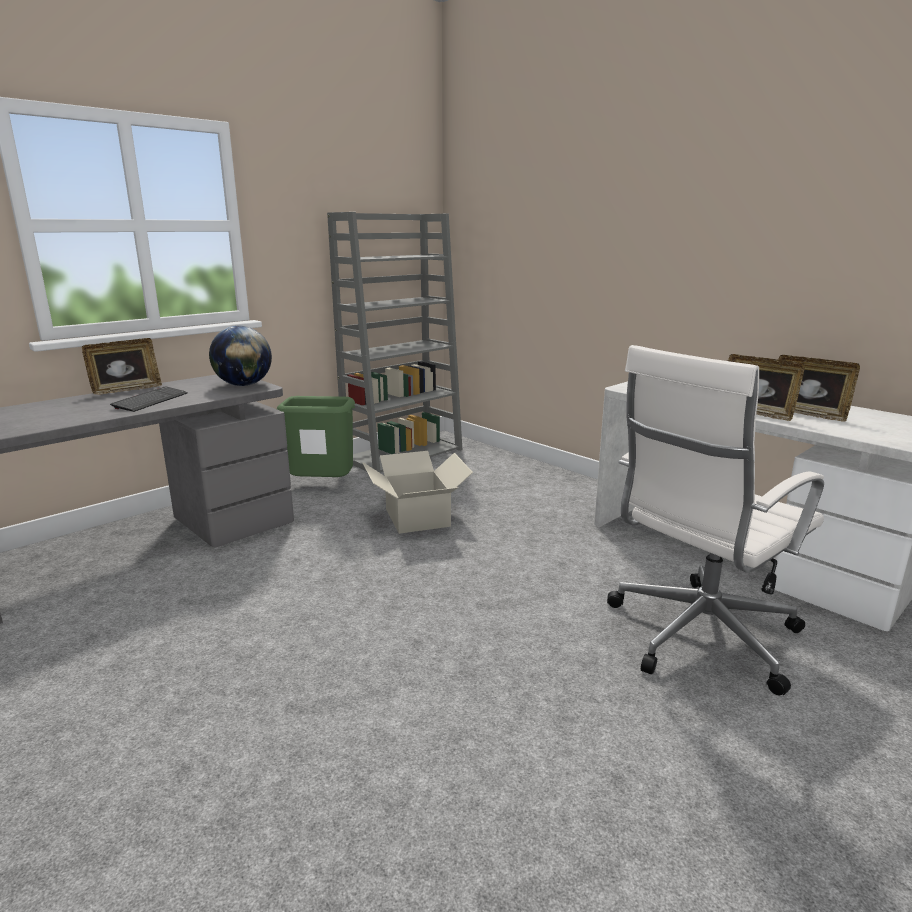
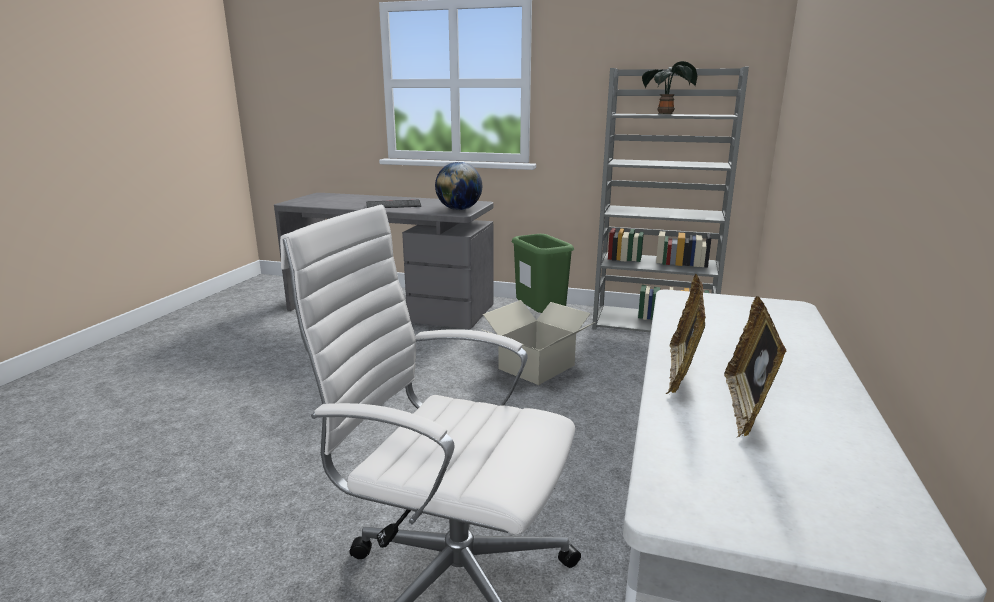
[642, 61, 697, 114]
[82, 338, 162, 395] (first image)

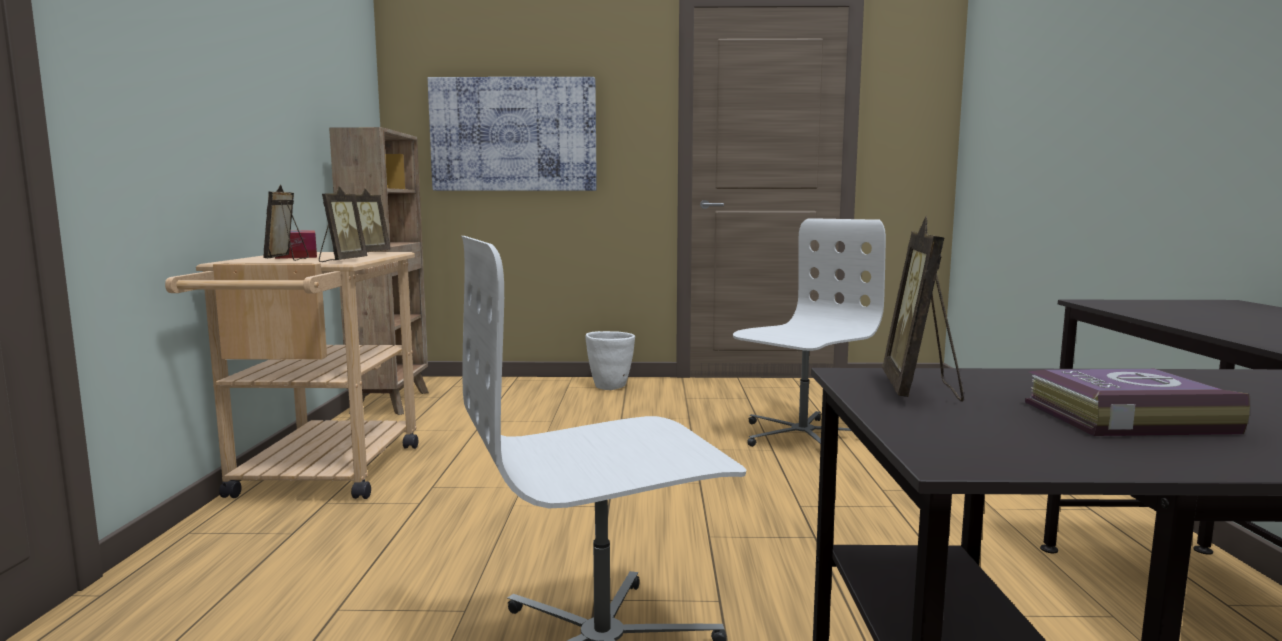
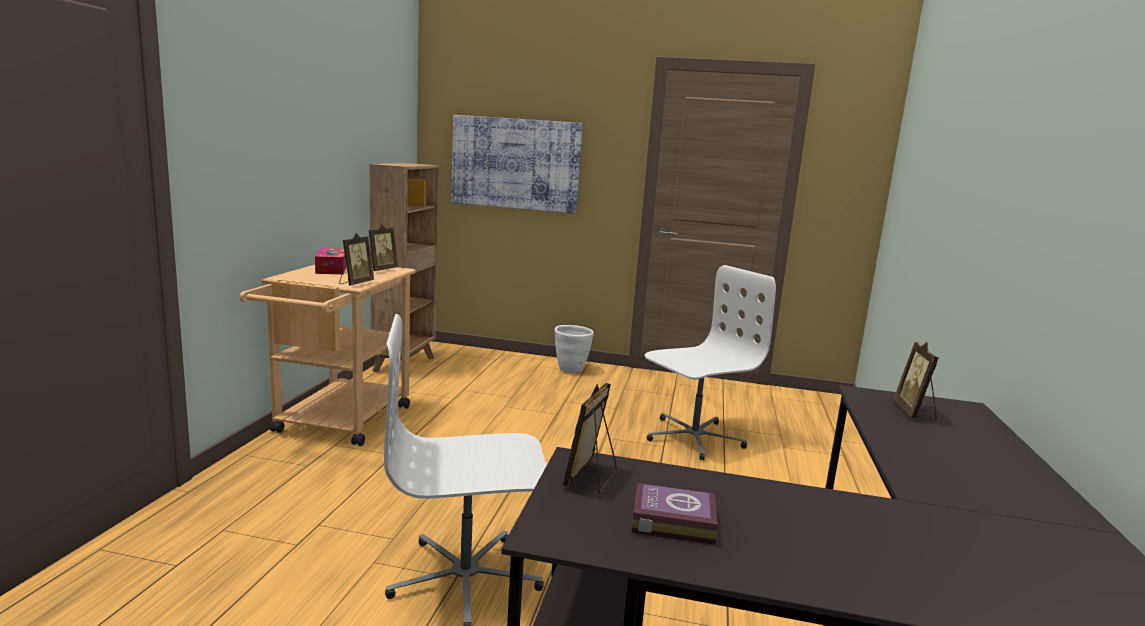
[894, 342, 938, 420]

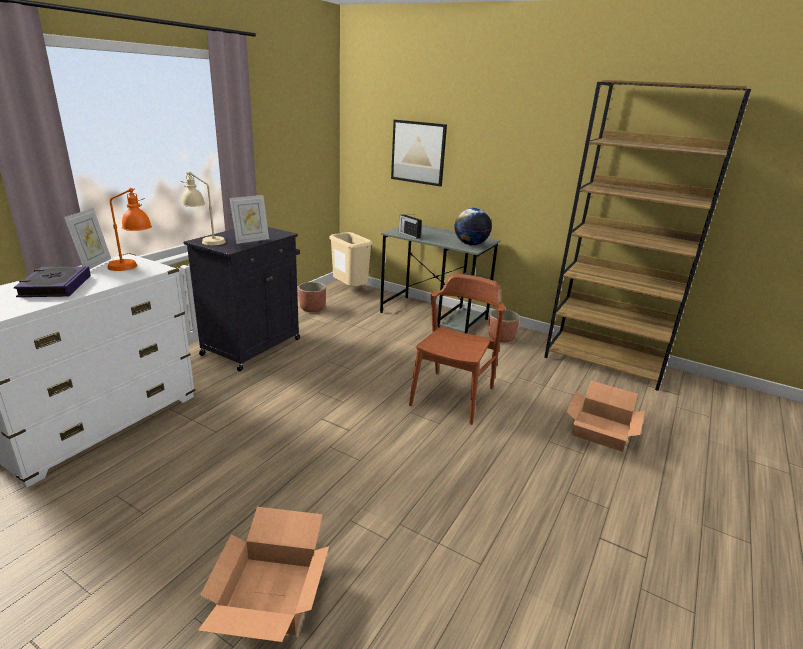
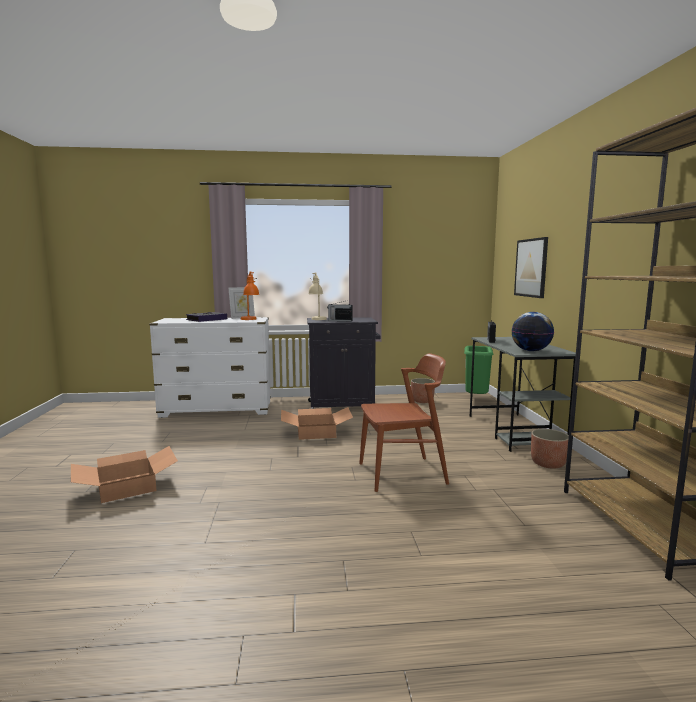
[281, 407, 353, 440]
[327, 300, 353, 321]
[464, 346, 494, 394]

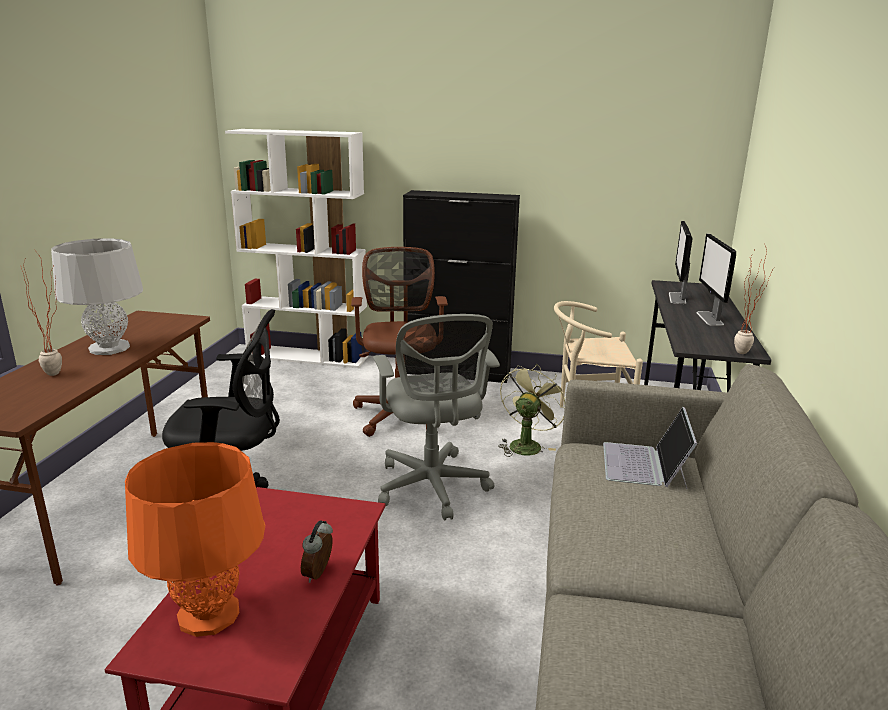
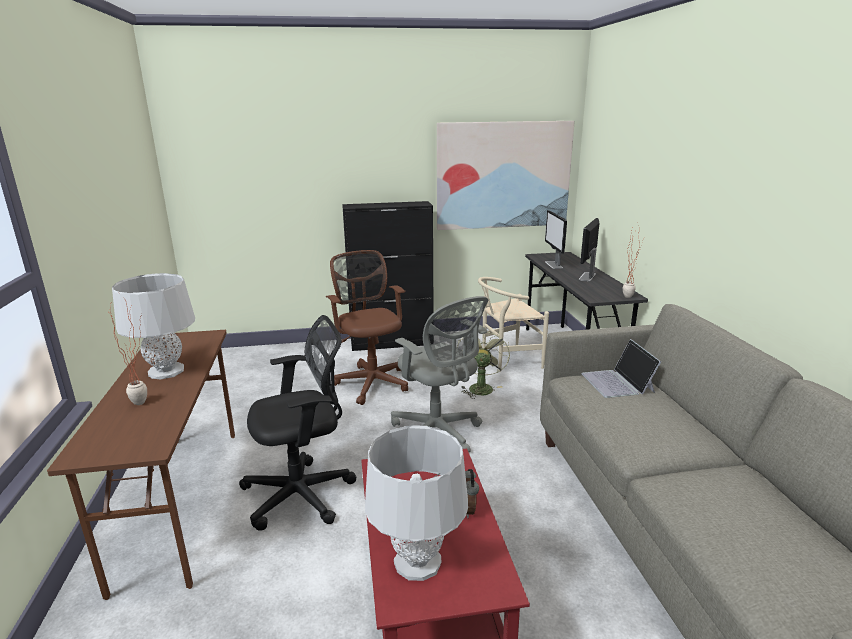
[365, 425, 468, 581]
[437, 121, 575, 230]
[579, 218, 599, 281]
[225, 129, 368, 368] (first image)

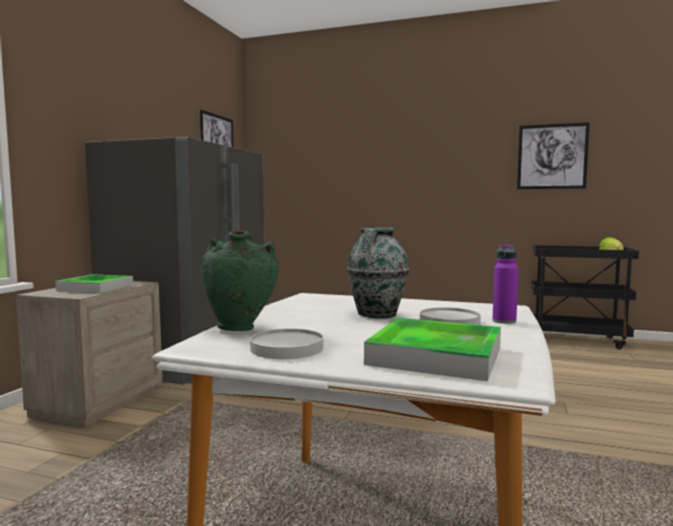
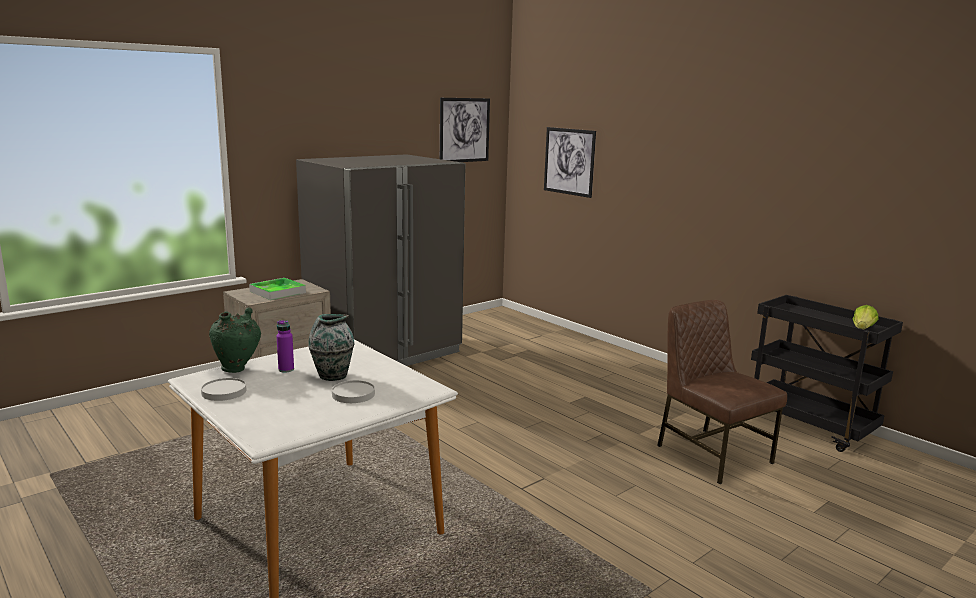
[277, 320, 294, 373]
[544, 127, 596, 198]
[657, 300, 787, 484]
[364, 318, 501, 381] (first image)

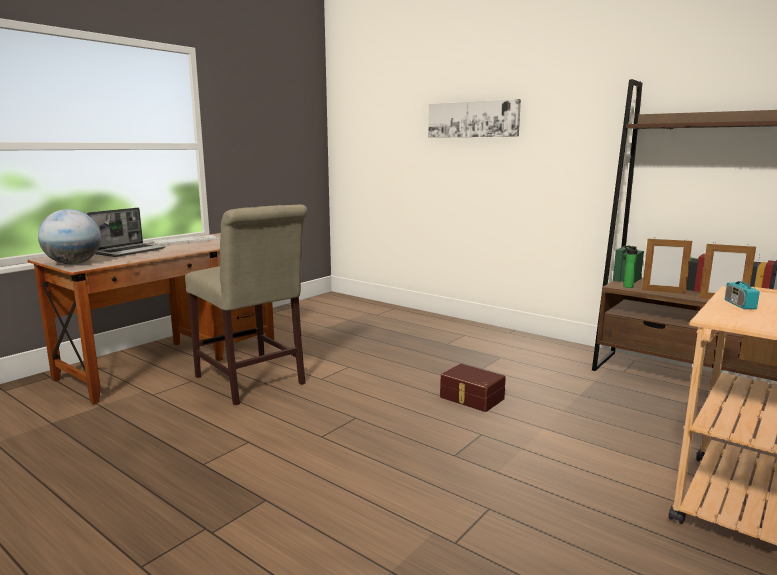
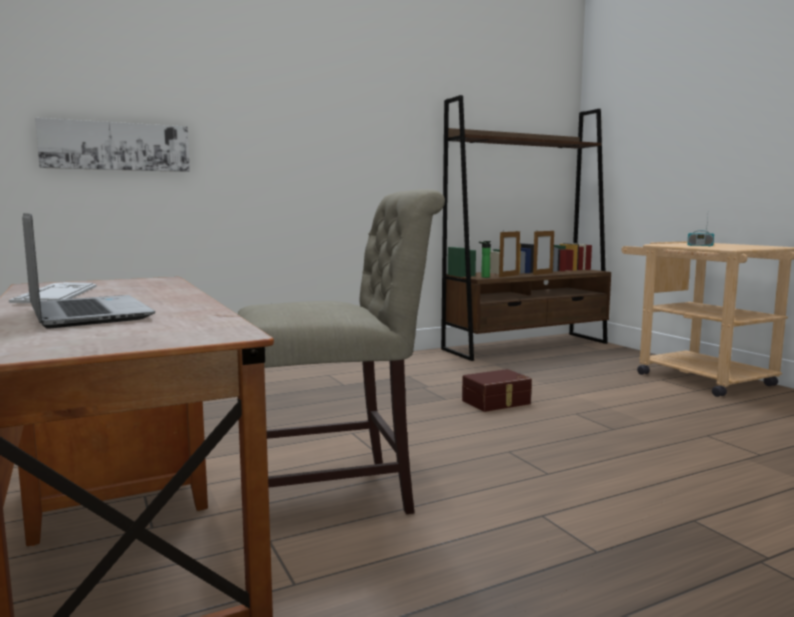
[35, 118, 190, 172]
[38, 209, 101, 264] (first image)

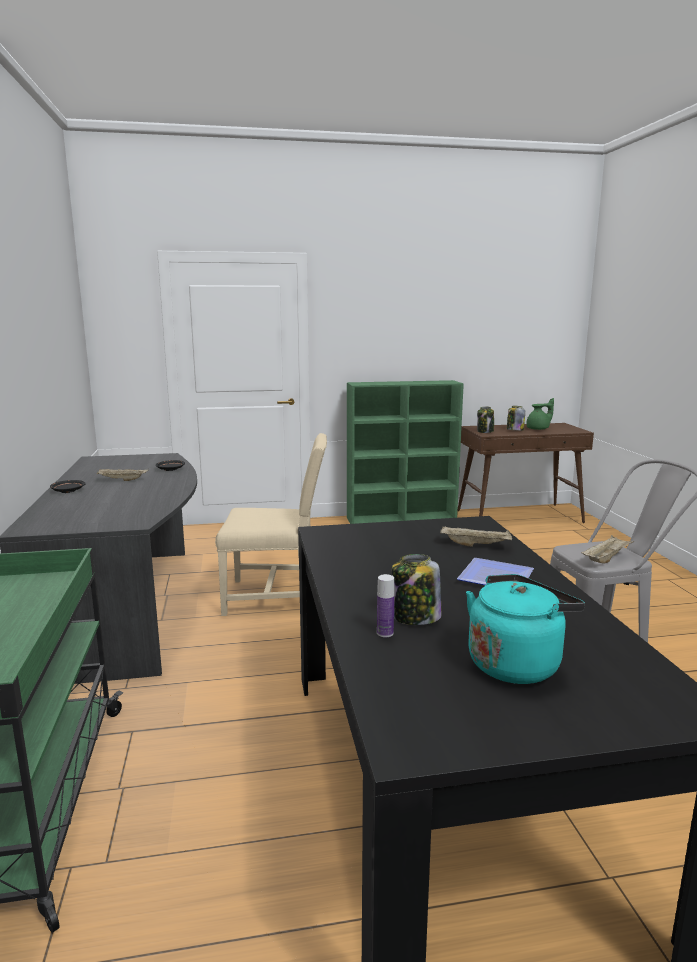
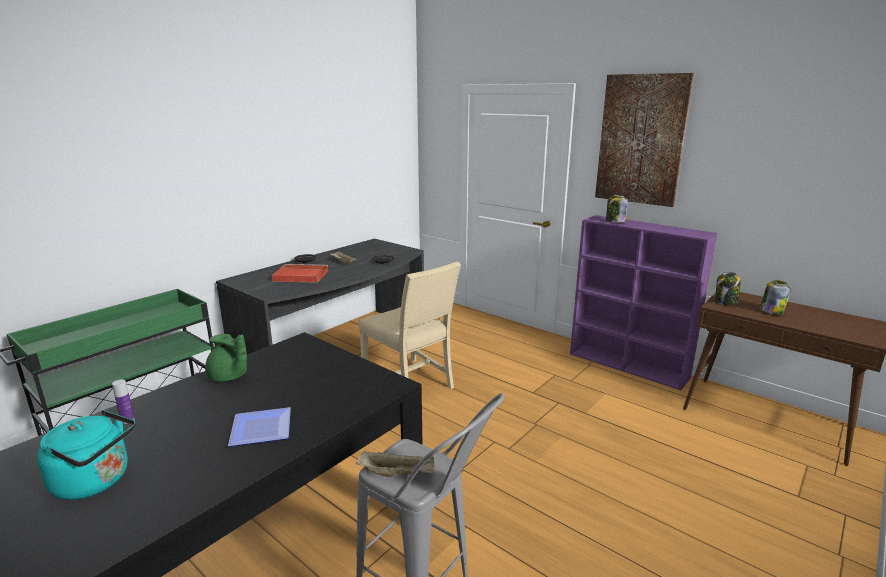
[205, 334, 247, 382]
[272, 264, 328, 283]
[570, 215, 717, 390]
[595, 73, 694, 207]
[606, 195, 628, 223]
[440, 526, 512, 547] (first image)

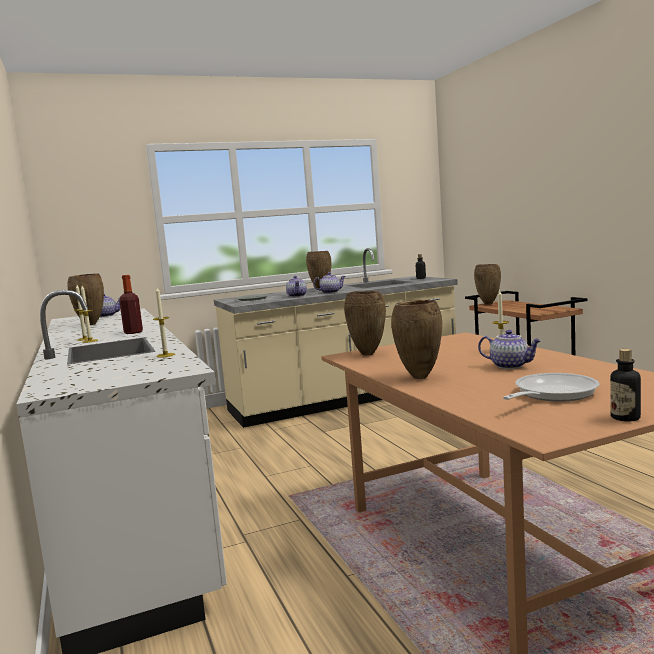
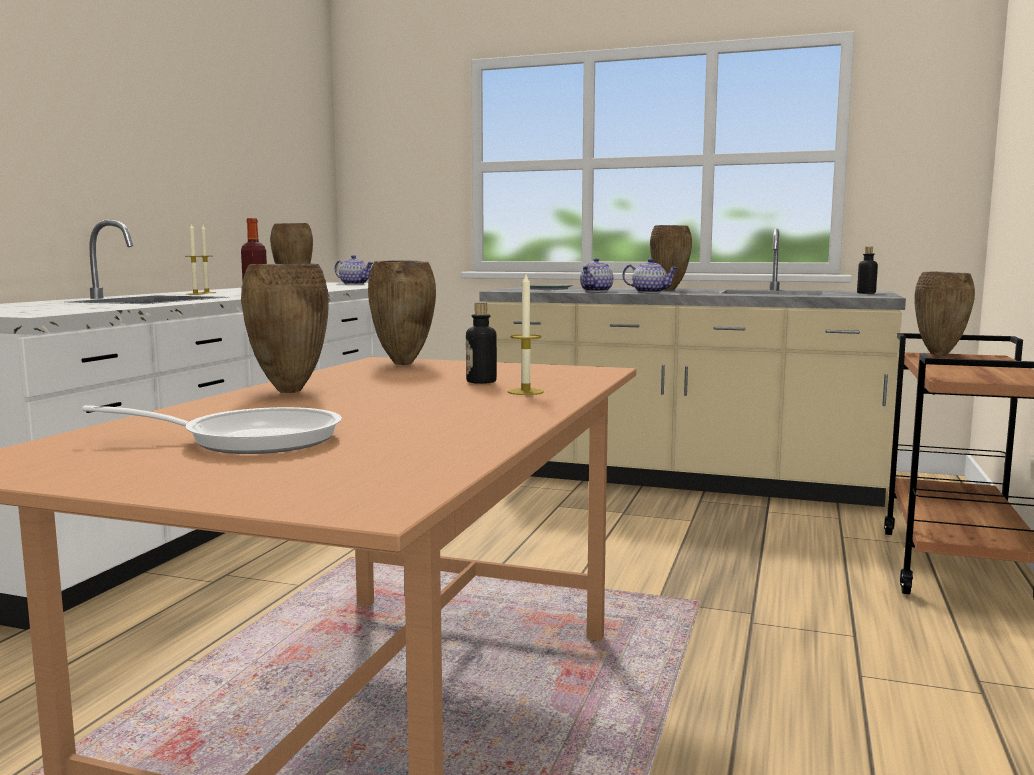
[466, 302, 497, 384]
[153, 287, 175, 358] (first image)
[478, 330, 542, 369] (first image)

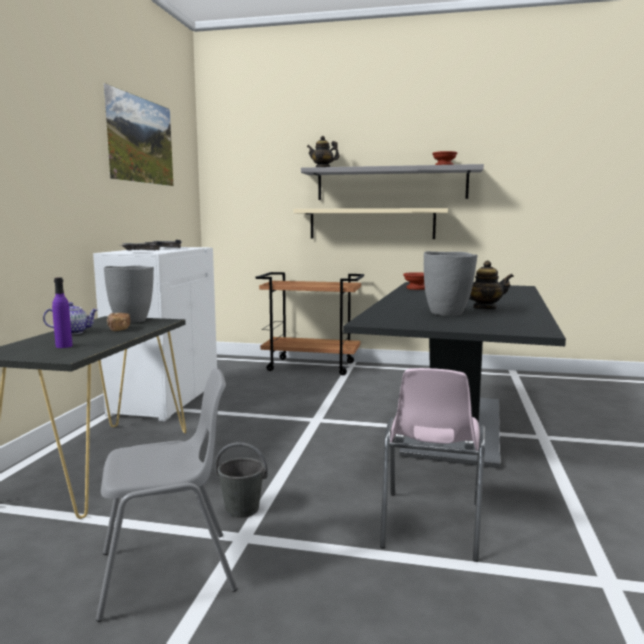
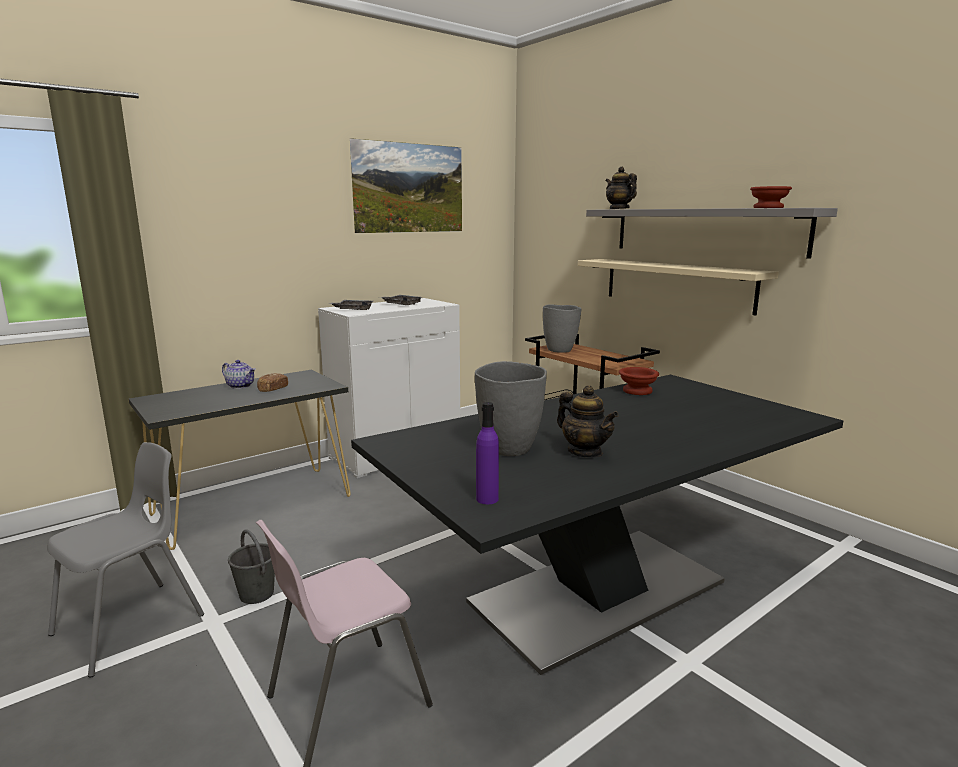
[47, 442, 204, 678]
[476, 402, 499, 504]
[543, 304, 582, 353]

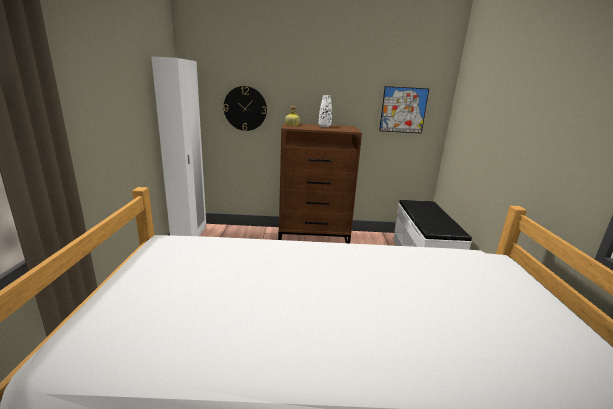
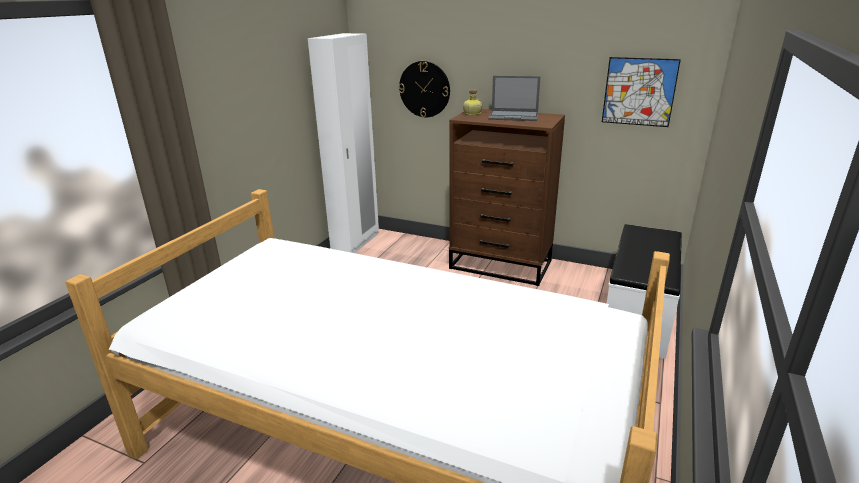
[488, 76, 541, 121]

